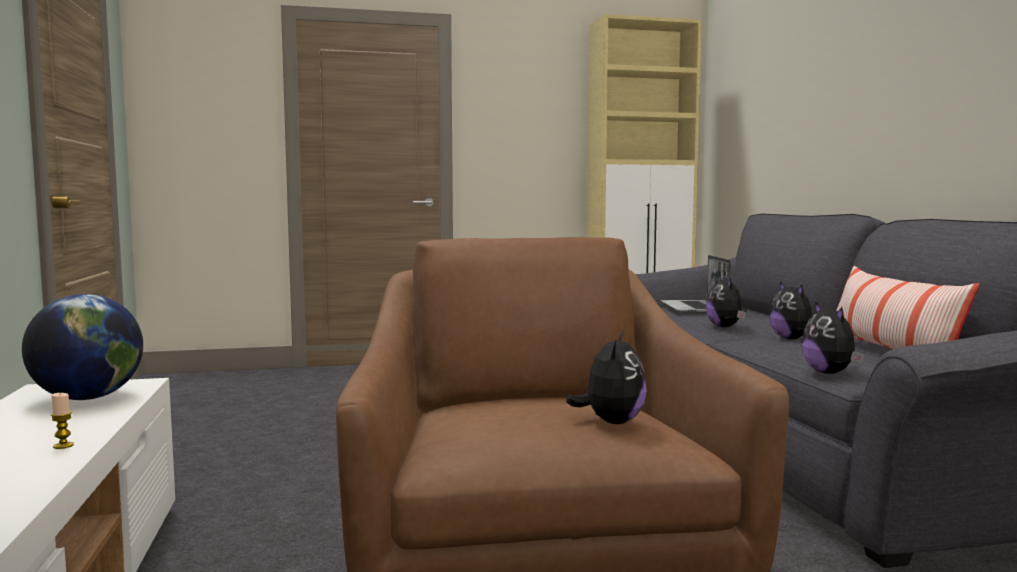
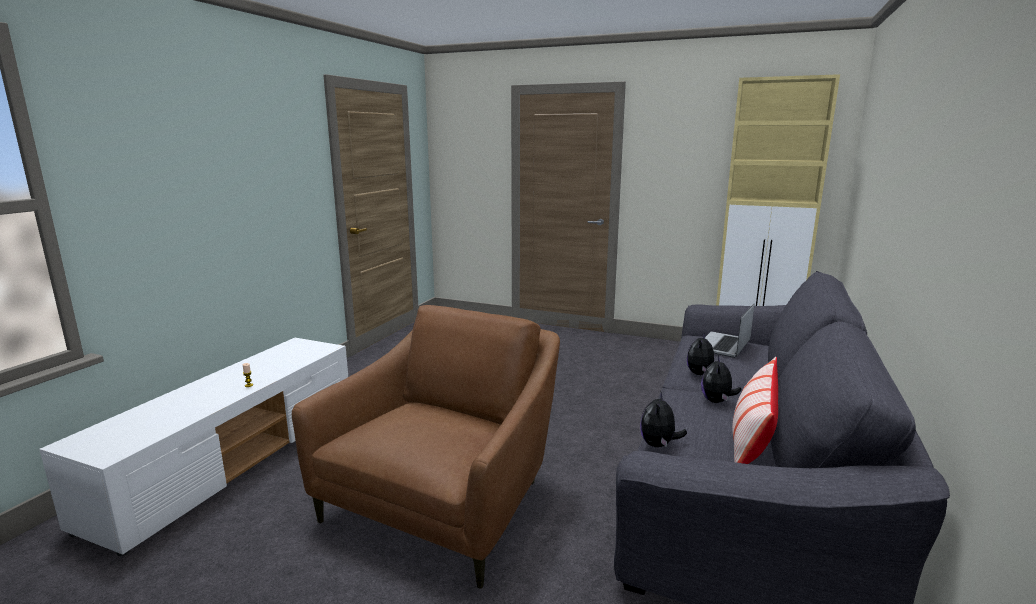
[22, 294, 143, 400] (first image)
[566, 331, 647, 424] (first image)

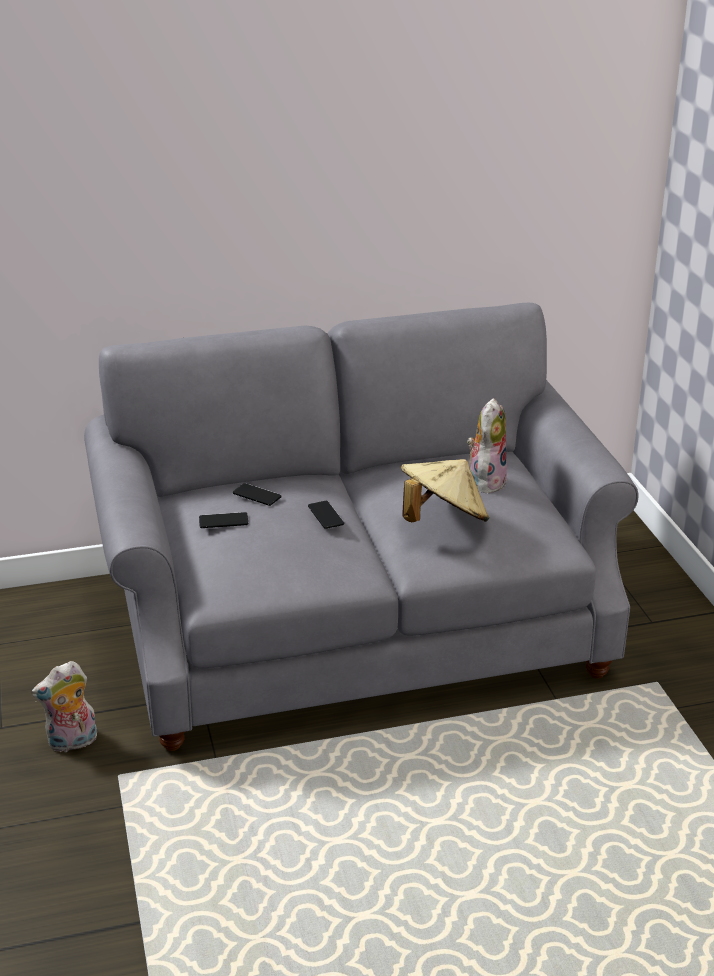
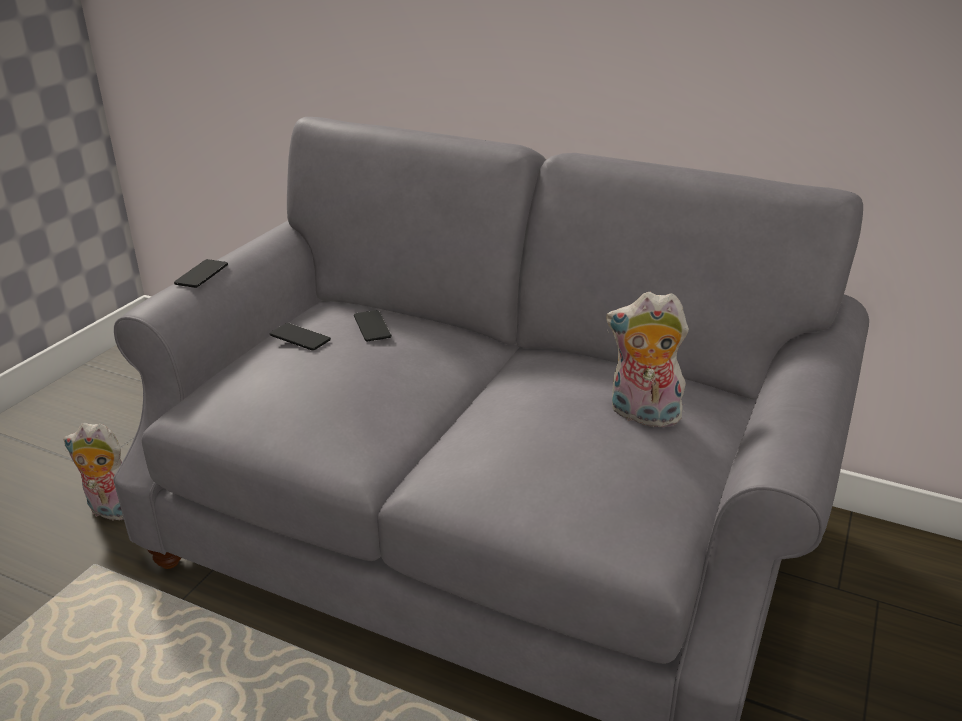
[174, 259, 228, 288]
[606, 292, 689, 431]
[401, 459, 489, 522] (first image)

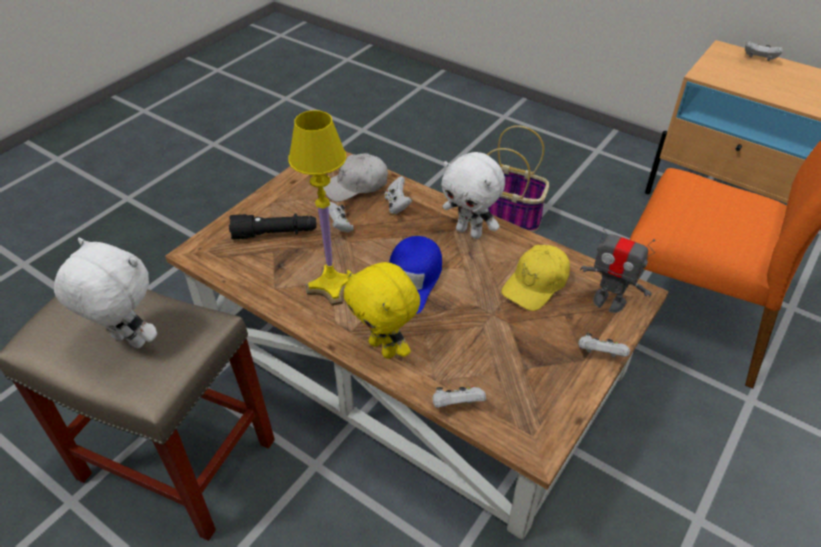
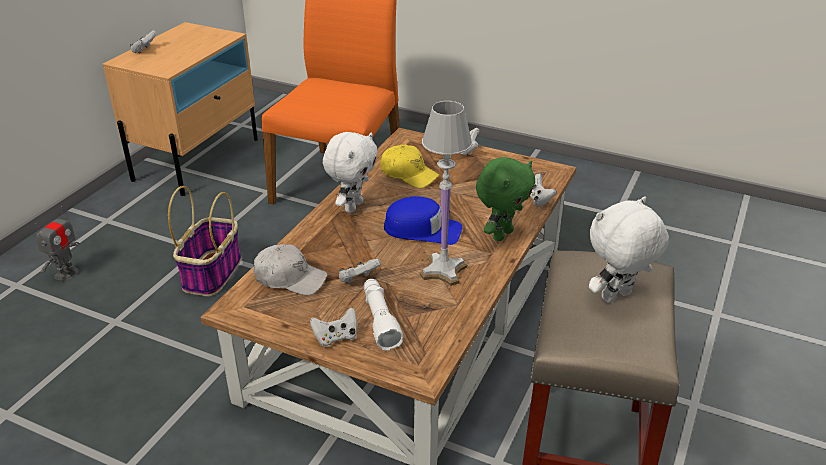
[35, 206, 80, 280]
[253, 244, 327, 295]
[310, 307, 357, 347]
[364, 279, 403, 351]
[420, 101, 472, 286]
[476, 157, 535, 241]
[589, 197, 669, 303]

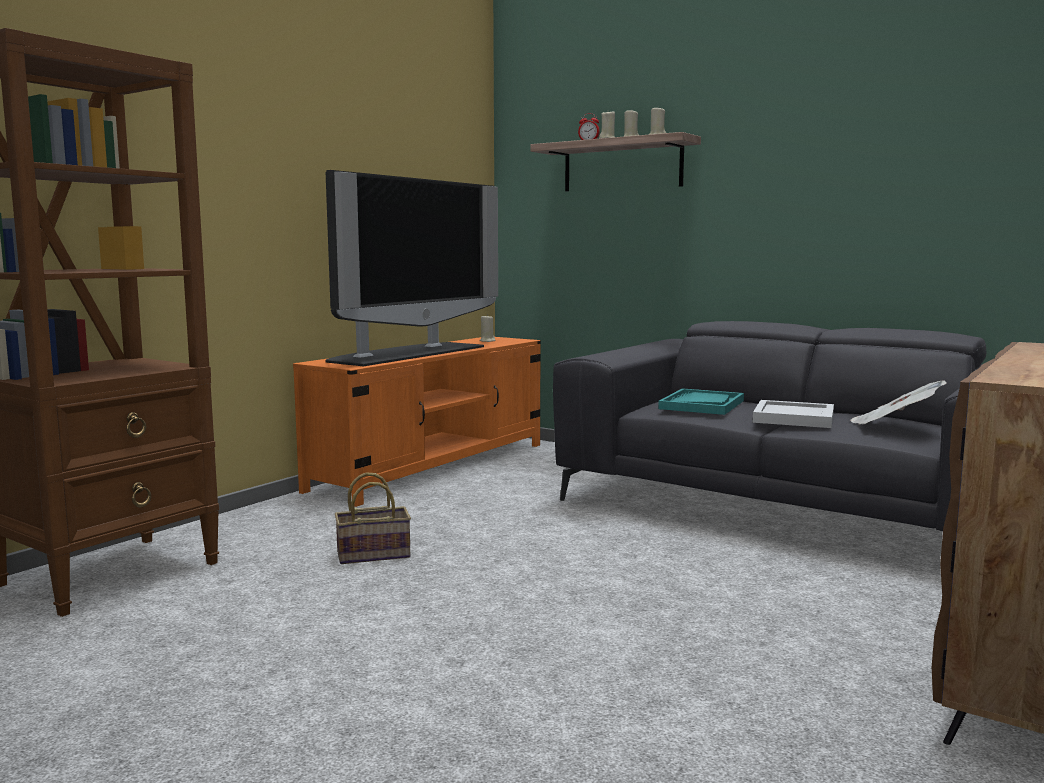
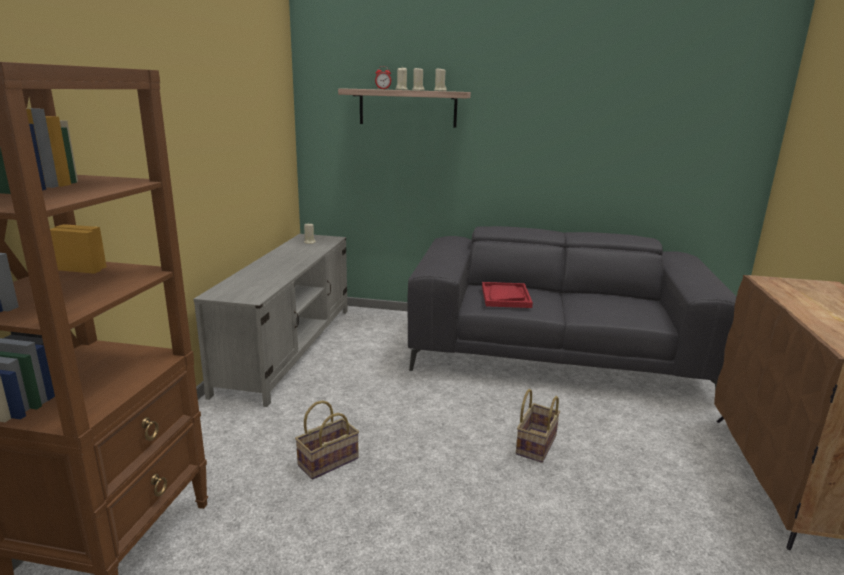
[194, 234, 348, 407]
[482, 282, 533, 308]
[516, 389, 560, 463]
[325, 170, 498, 366] (first image)
[753, 400, 834, 428] (first image)
[850, 381, 946, 425] (first image)

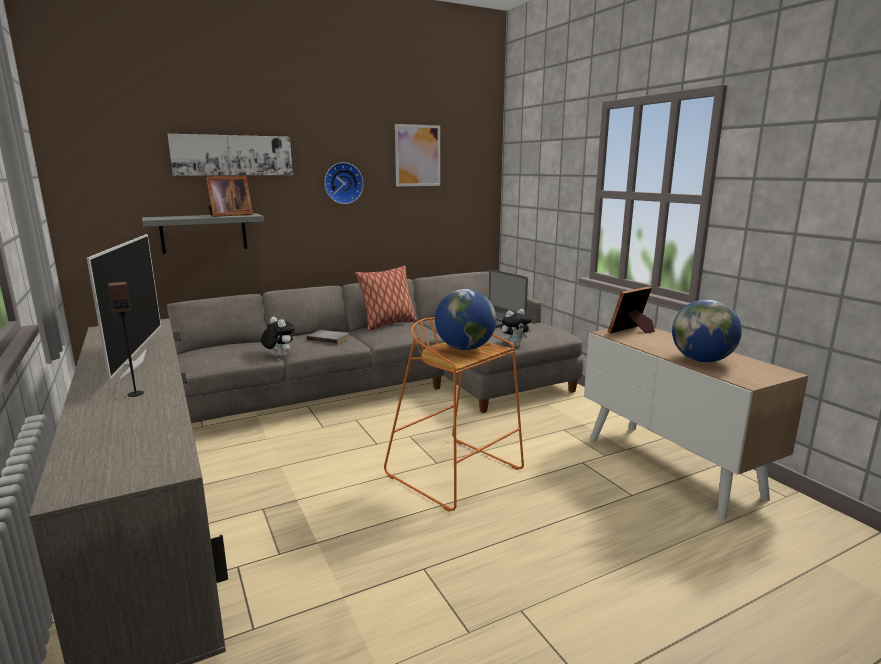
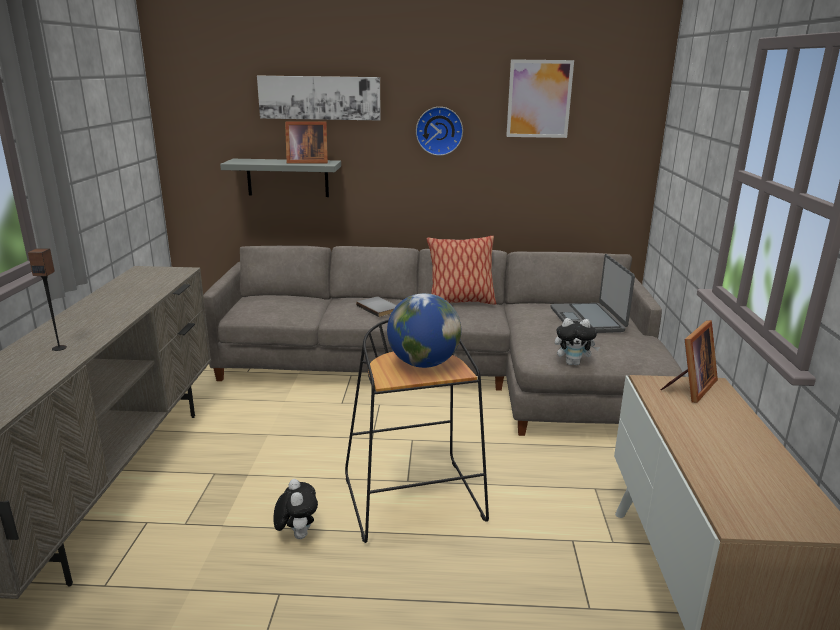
[273, 479, 318, 539]
[345, 319, 489, 543]
[661, 320, 718, 403]
[87, 234, 161, 379] (first image)
[672, 300, 742, 362] (first image)

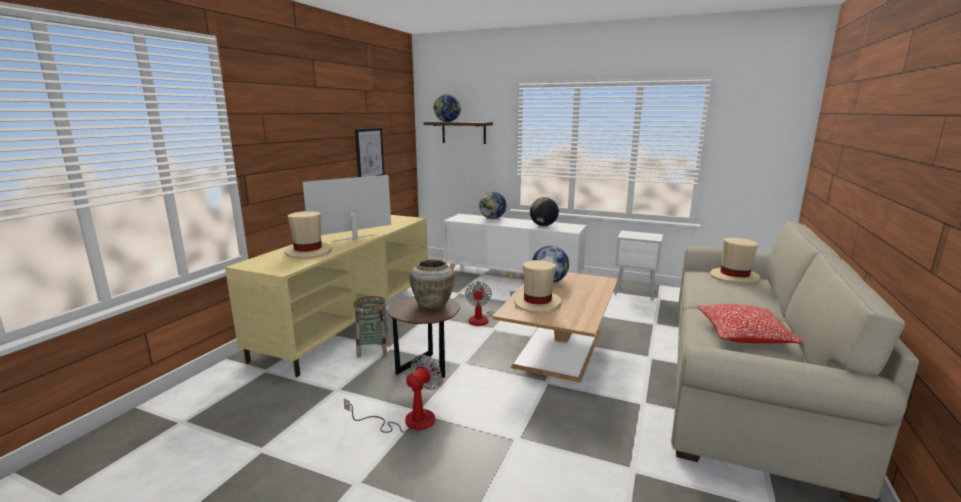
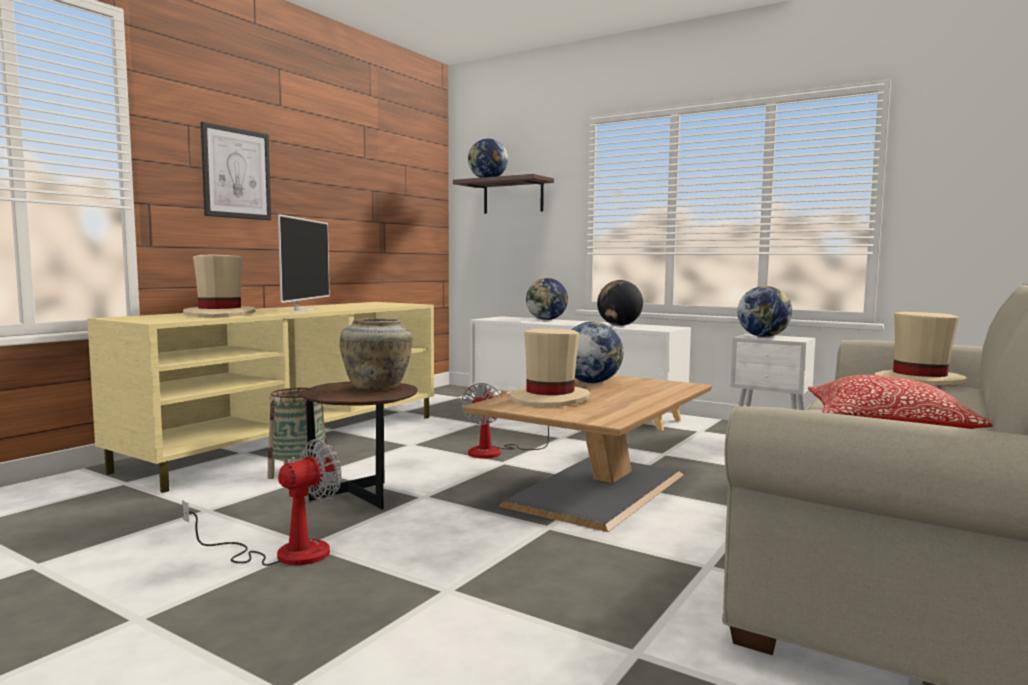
[200, 122, 271, 220]
[278, 214, 330, 313]
[737, 286, 792, 337]

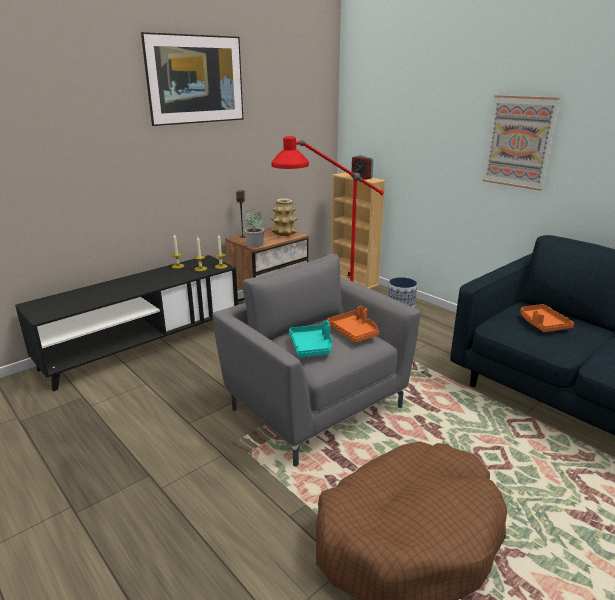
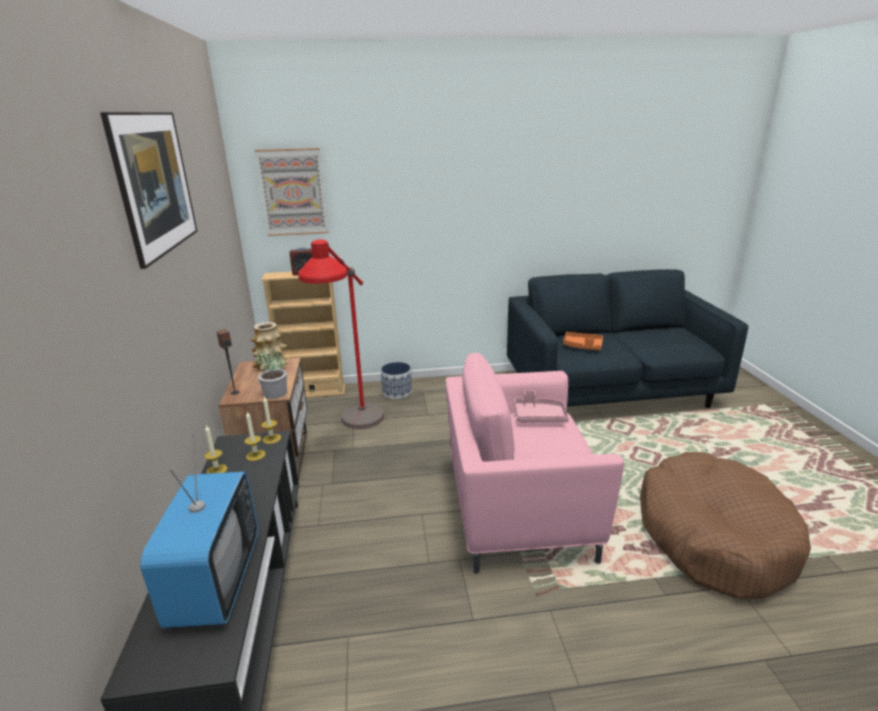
[140, 435, 258, 628]
[254, 148, 329, 236]
[446, 352, 624, 573]
[514, 390, 569, 423]
[289, 321, 332, 357] (first image)

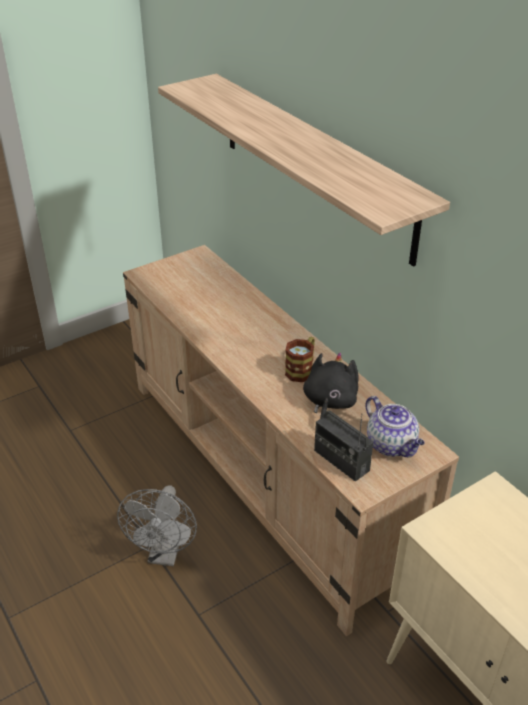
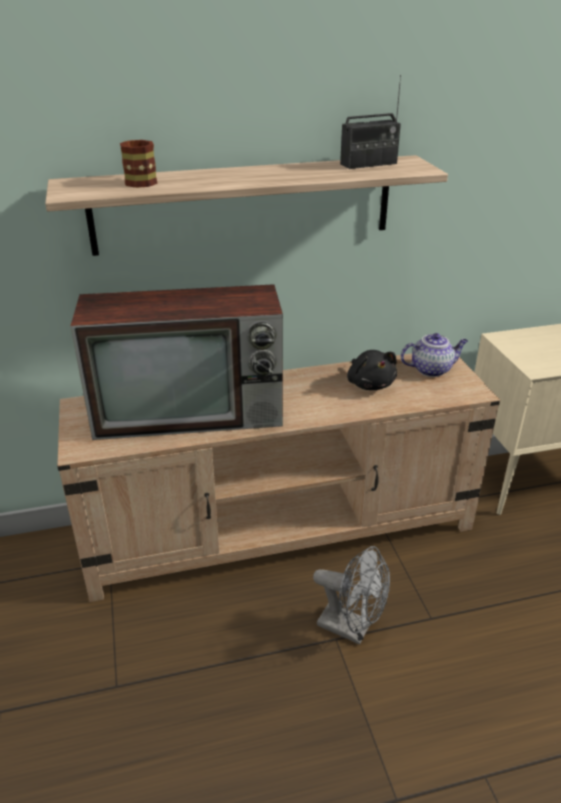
[71, 284, 283, 440]
[120, 140, 158, 188]
[340, 75, 401, 169]
[347, 350, 397, 390]

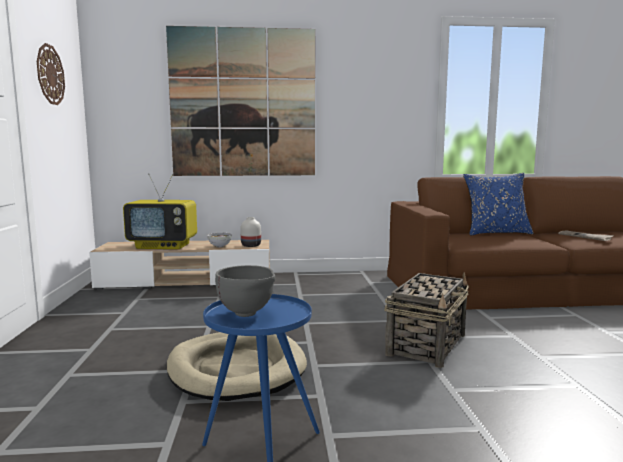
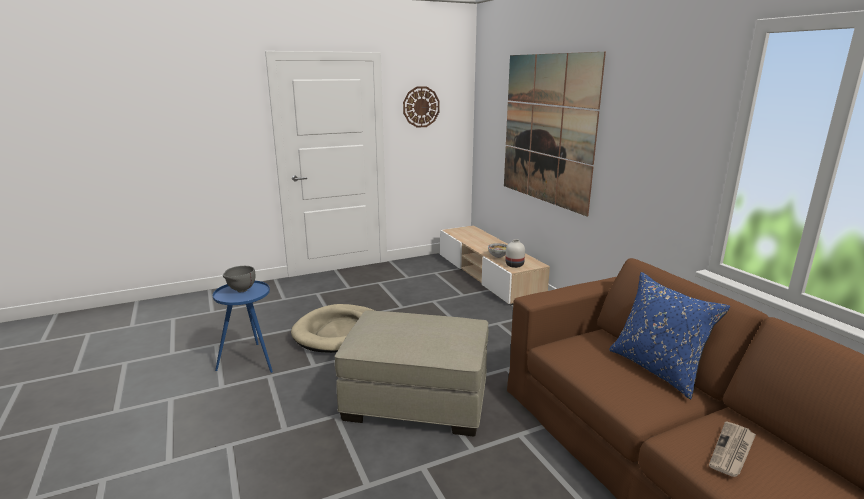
[335, 310, 488, 437]
[123, 173, 197, 249] (first image)

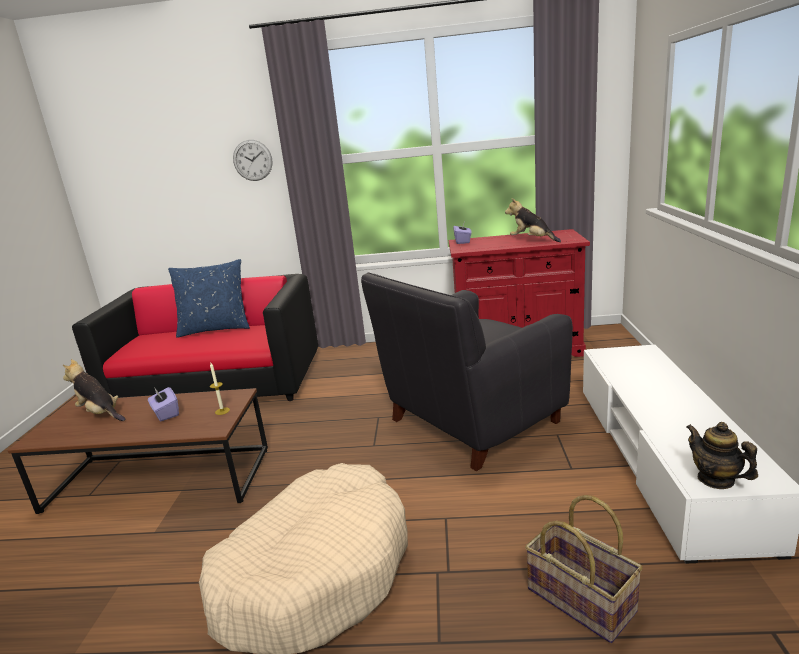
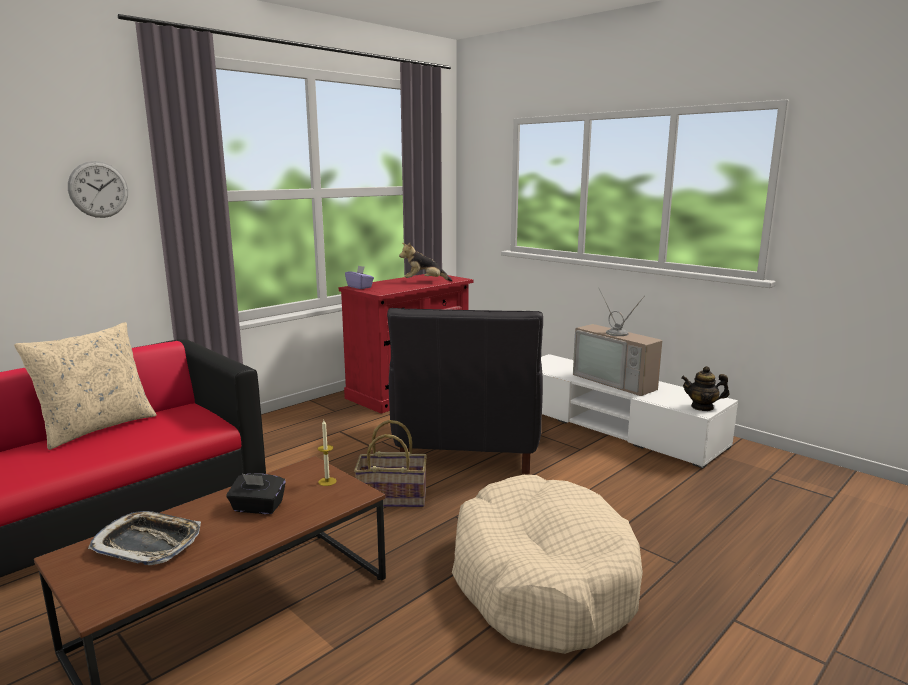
[14, 322, 157, 450]
[88, 511, 201, 565]
[226, 473, 286, 514]
[354, 420, 427, 507]
[573, 289, 662, 396]

